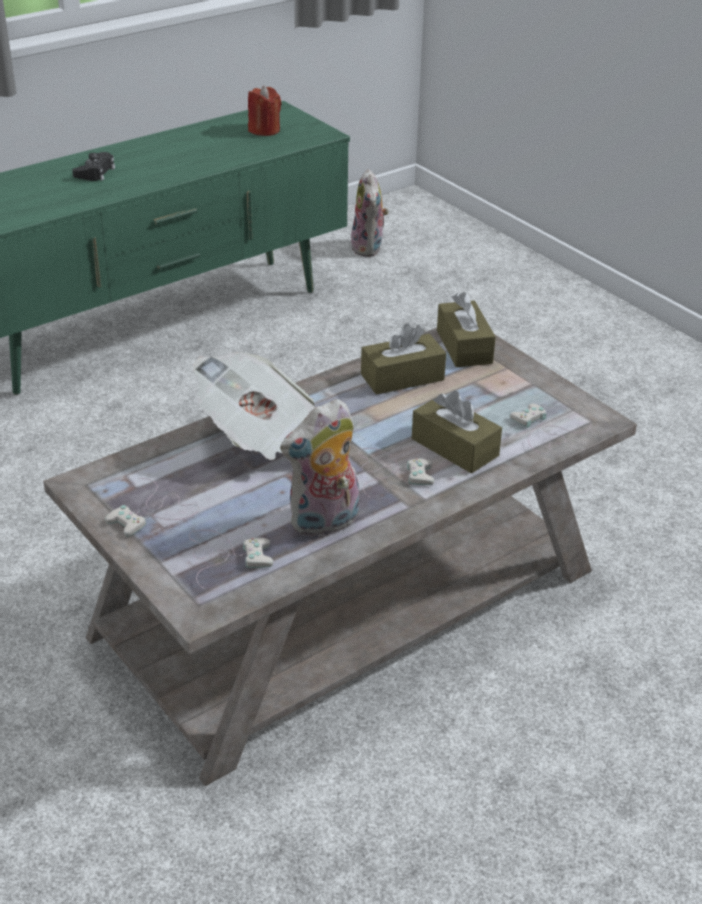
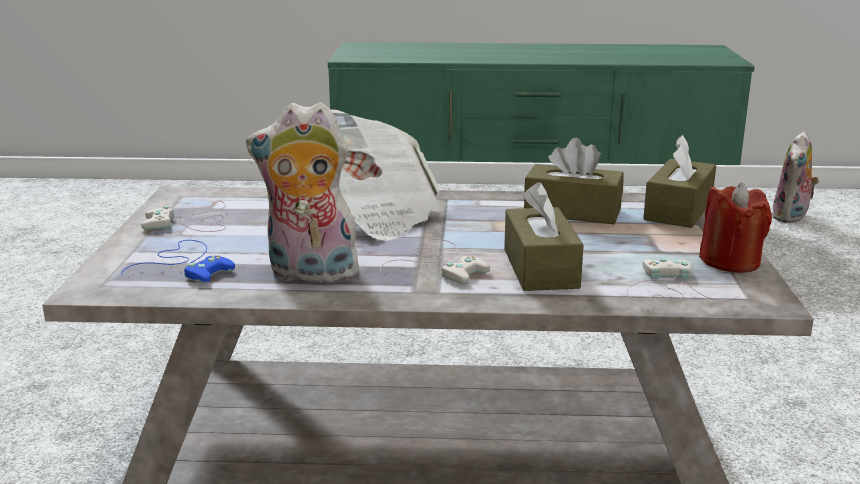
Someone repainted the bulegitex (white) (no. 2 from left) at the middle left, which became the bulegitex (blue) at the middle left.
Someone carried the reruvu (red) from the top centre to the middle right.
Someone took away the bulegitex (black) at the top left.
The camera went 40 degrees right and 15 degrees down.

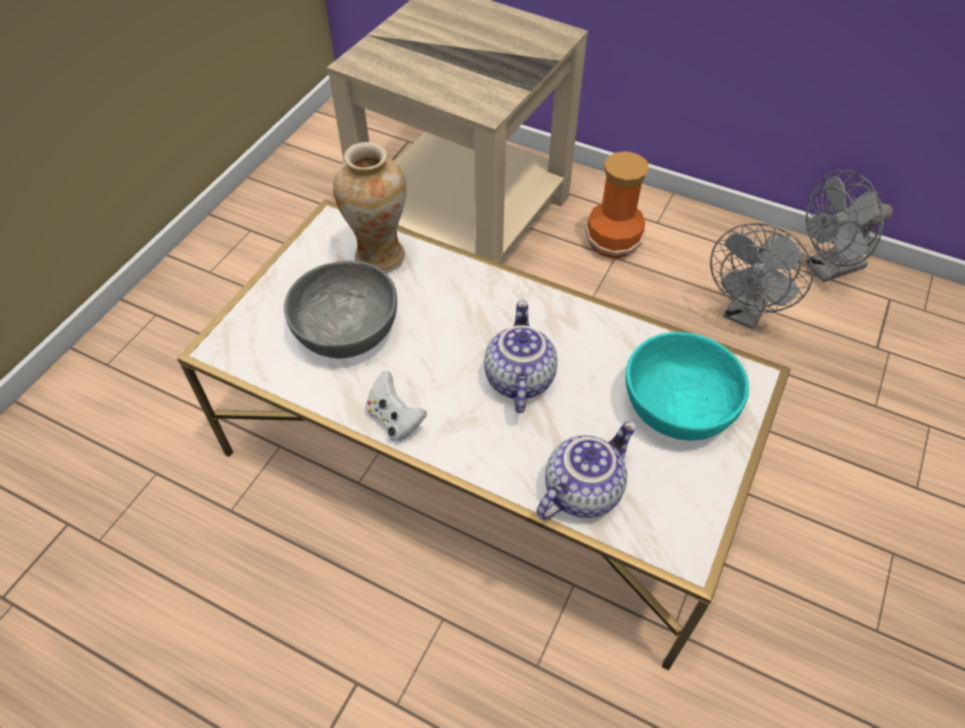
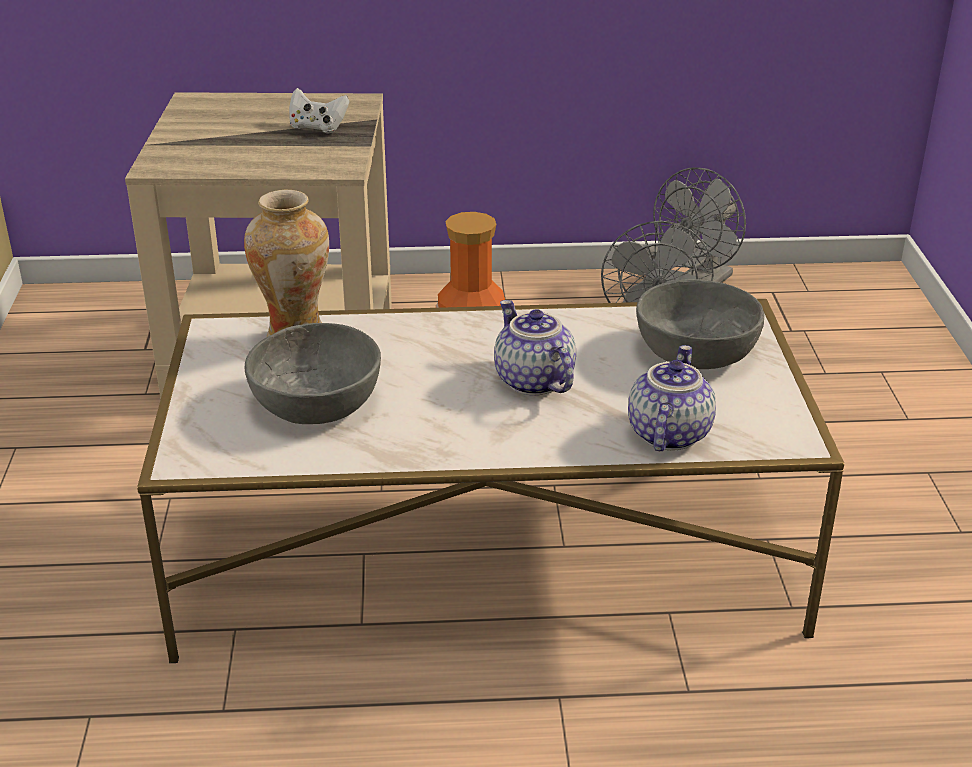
Someone carried the bulegitex (white) from the centre to the top left.
Someone repainted the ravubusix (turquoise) at the middle right, which became the ravubusix (grey) (no. 2 from left) at the middle right.
The camera went 30 degrees left and 20 degrees down.

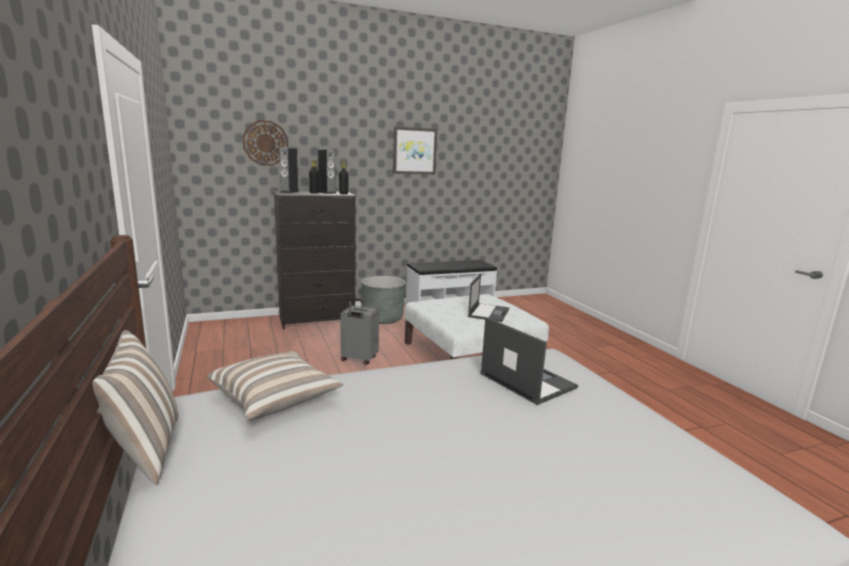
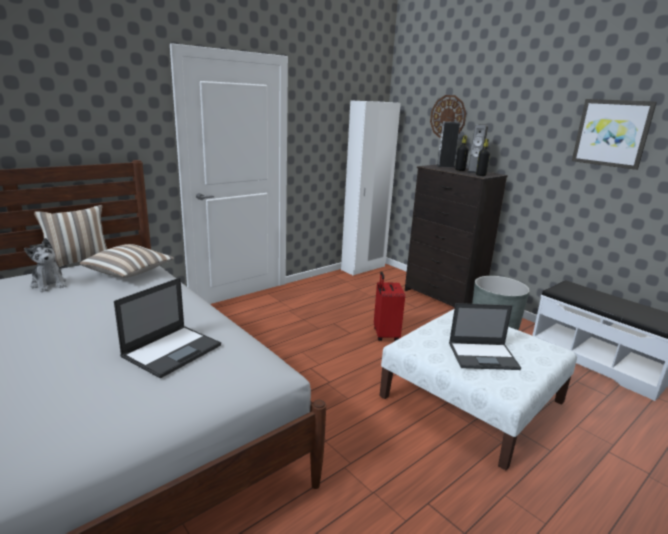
Someone put down the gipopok at the middle left.
Someone put down the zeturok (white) at the centre.
Someone repainted the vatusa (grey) at the centre, which became the vatusa (red) at the centre.
The camera went 70 degrees right and 5 degrees up.

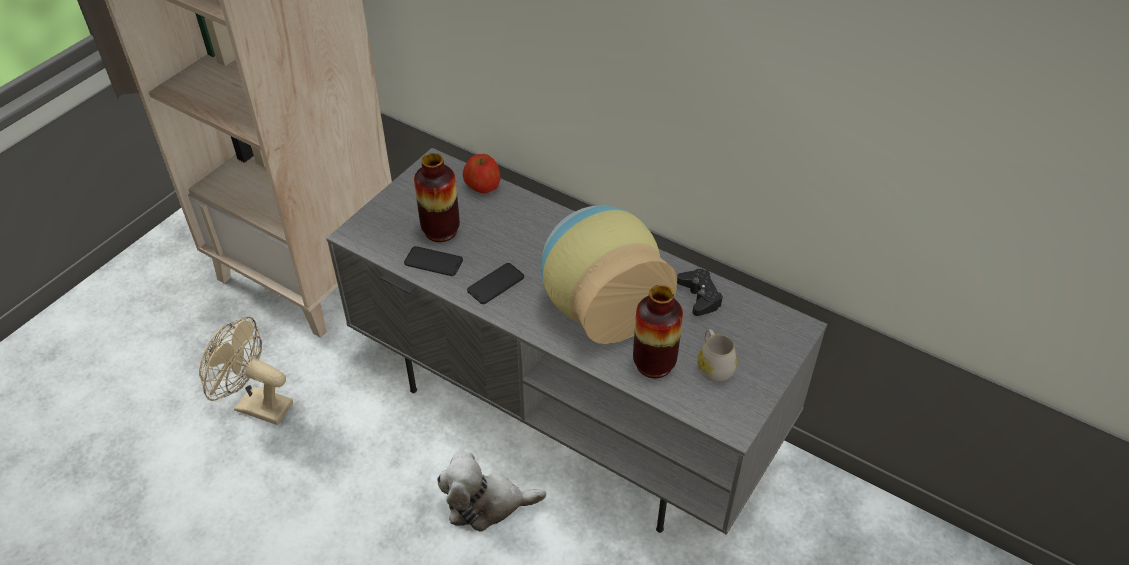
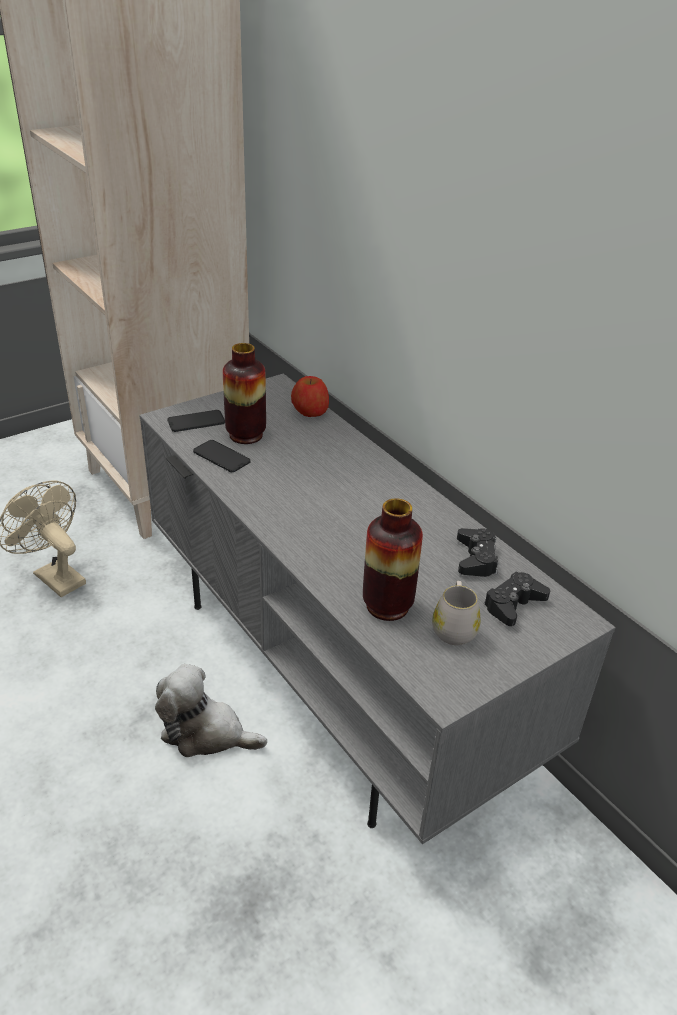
Someone carried the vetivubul (no. 2 from left in the first image) from the centre to the middle left.
Someone put down the bulegitex (black) (no. 2 from left) at the middle right.
Someone took away the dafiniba (no. 2 from left) at the centre.
The camera went 20 degrees right and 10 degrees down.

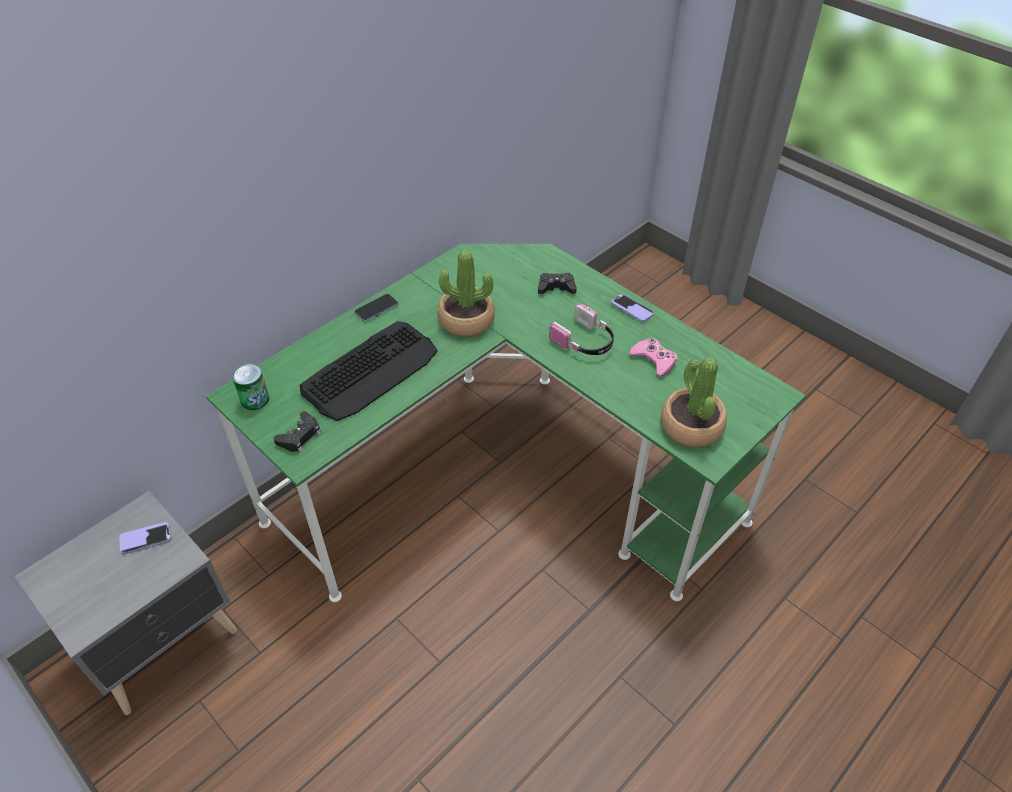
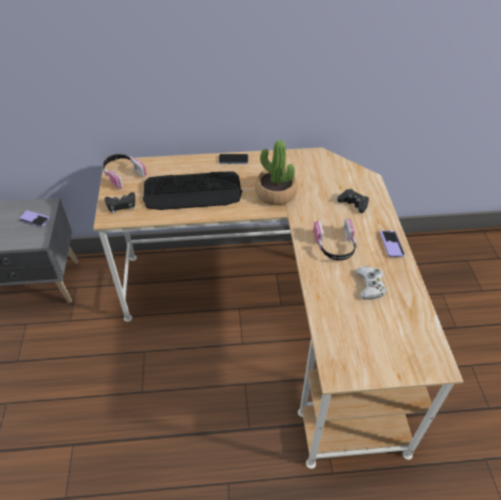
Someone repainted the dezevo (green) at the centre, which became the dezevo (beige) at the centre.
Someone swapped the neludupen at the middle left for the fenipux (no. 1 from left) at the middle left.
Someone repainted the bulegitex (pink) at the centre, which became the bulegitex (white) at the middle right.
Someone took away the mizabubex (no. 2 from left) at the middle right.
The camera went 40 degrees right and 0 degrees up.

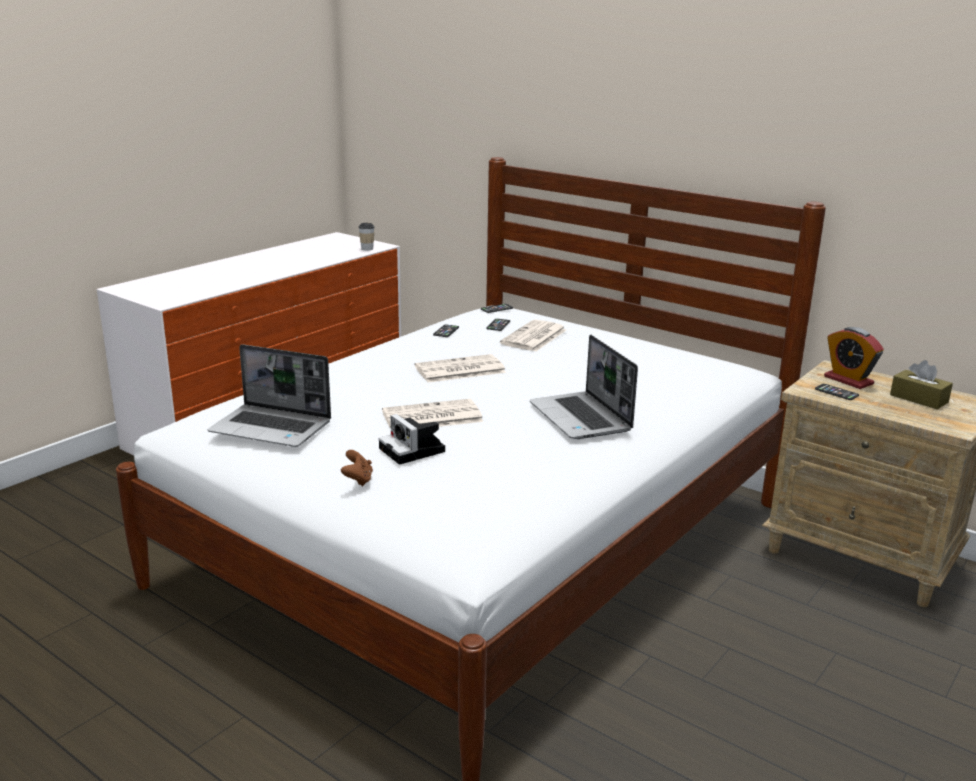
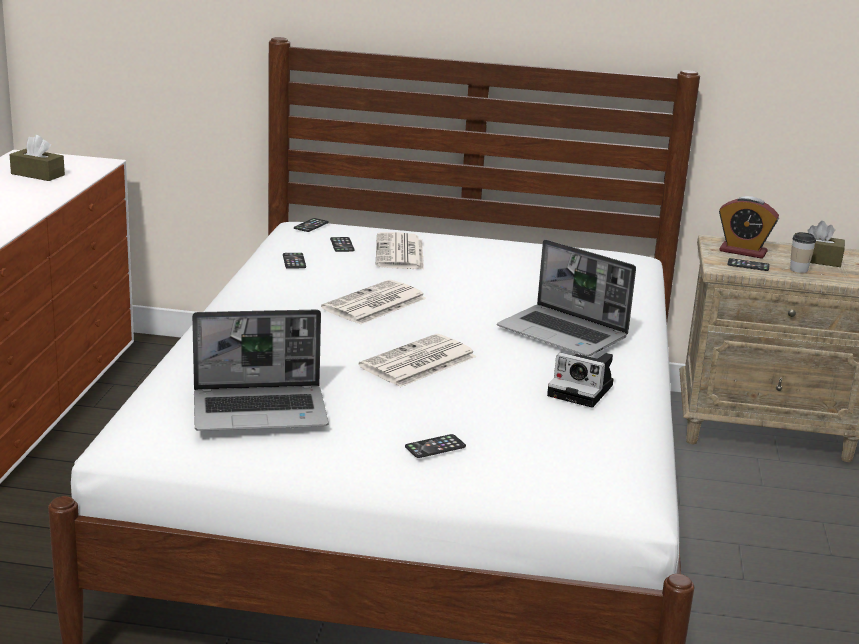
Someone put down the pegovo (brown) (no. 1 from left) at the top left.
Someone swapped the bulegitex (brown) at the centre for the vetivubul (no. 4 from left) at the bottom centre.
Someone carried the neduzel from the centre to the middle right.
Someone carried the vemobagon from the top centre to the middle right.
The camera went 30 degrees left and 0 degrees up.

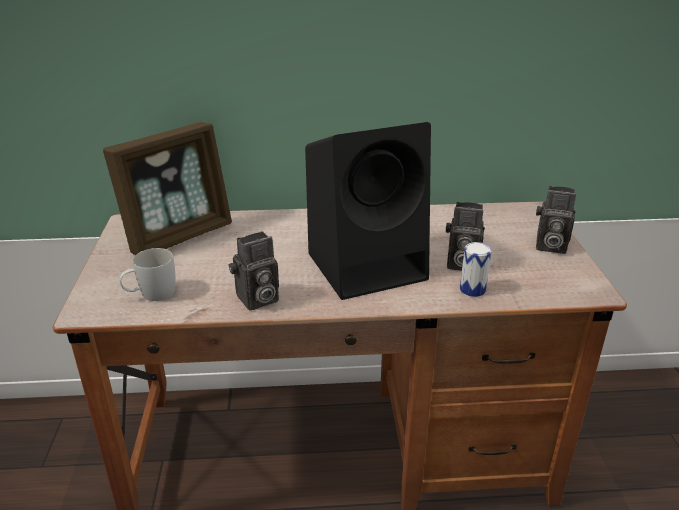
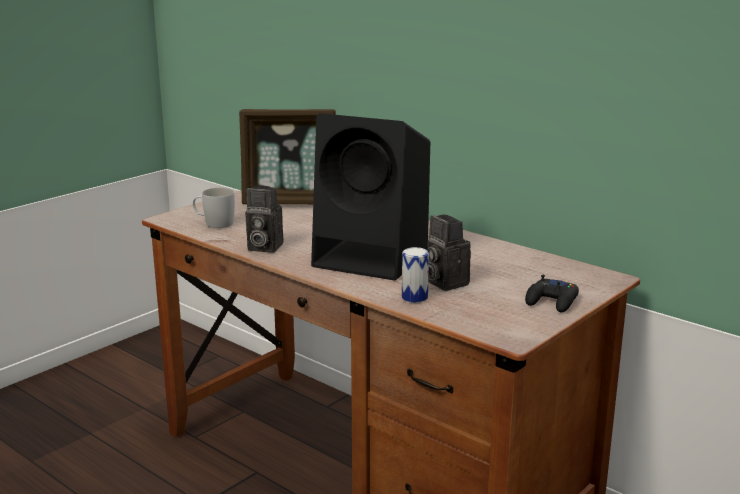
Someone swapped the neduzel (no. 3 from left) at the middle right for the bulegitex (black) at the middle right.
The camera went 45 degrees right and 10 degrees down.

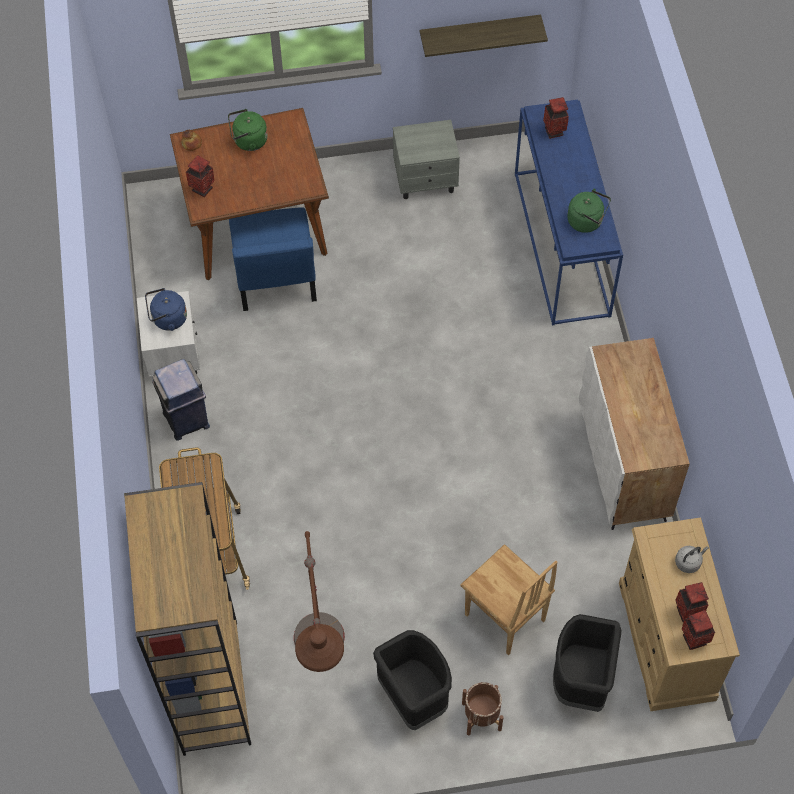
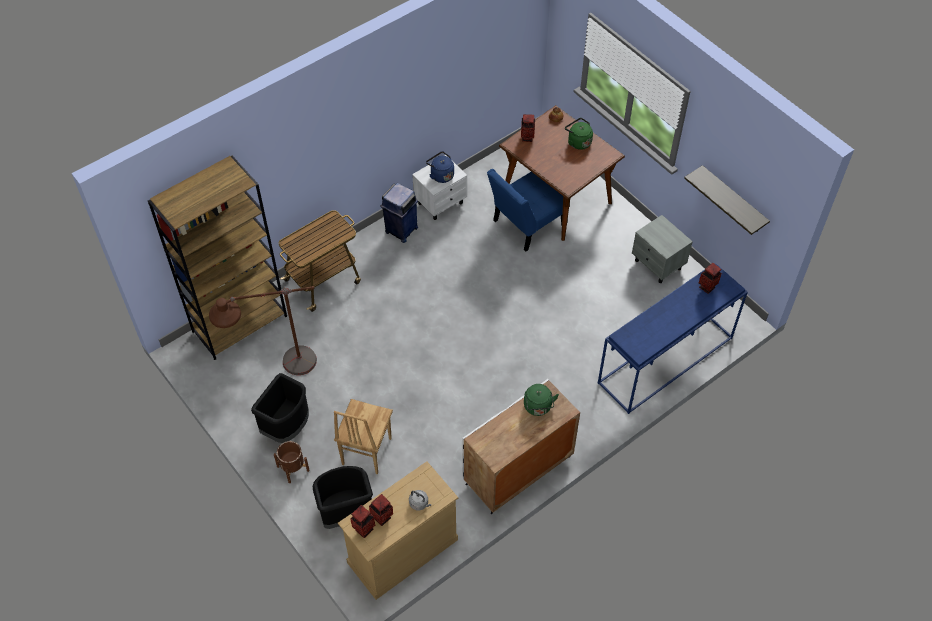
Someone carried the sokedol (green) (no. 2 from left in the first image) from the top right to the centre.
The camera went 60 degrees right and 5 degrees down.

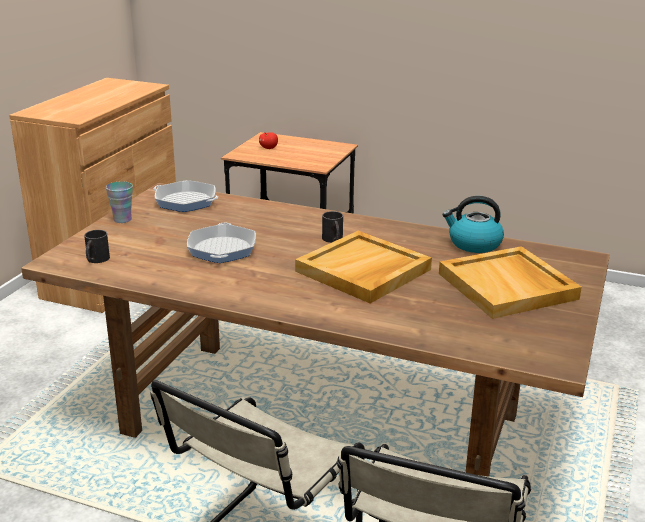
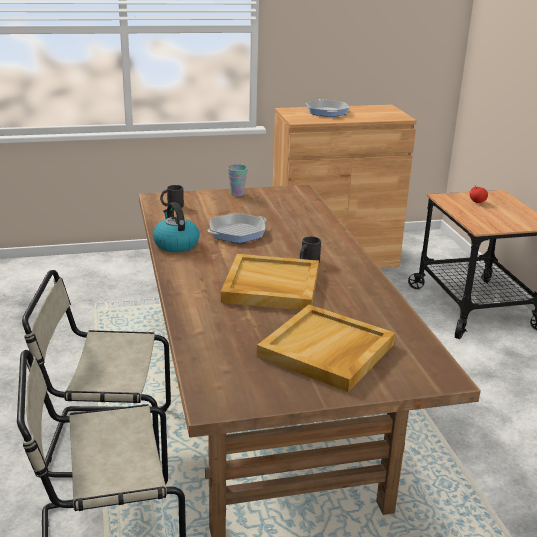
Someone carried the sokedol from the middle right to the middle left.
Someone carried the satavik (no. 1 from left in the first image) from the middle left to the top centre.
The camera went 55 degrees right and 0 degrees up.

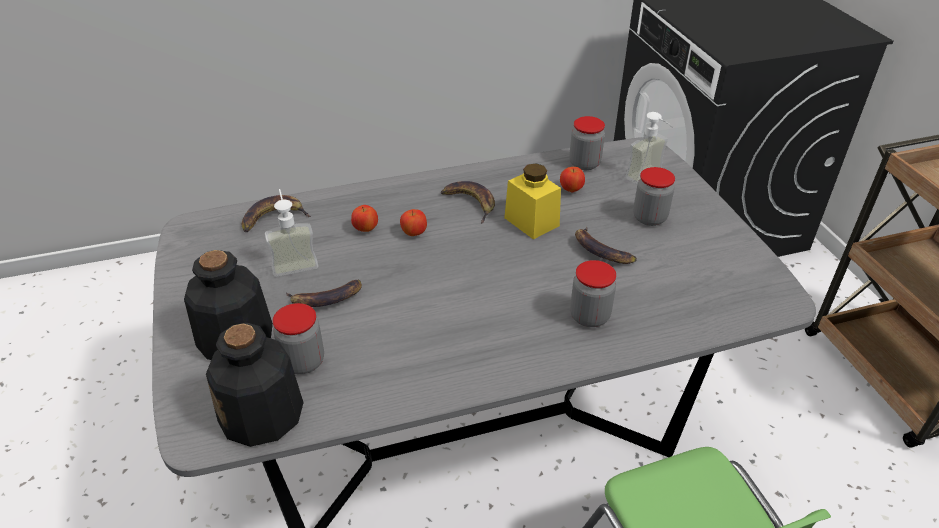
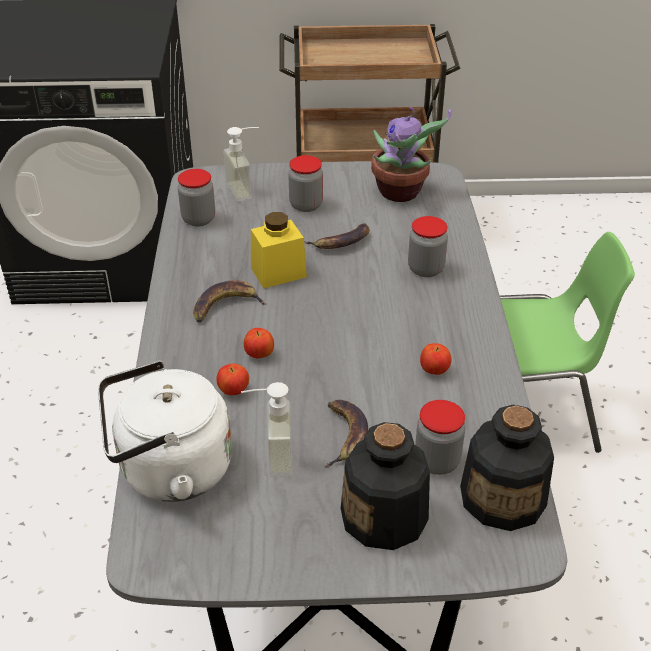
Someone swapped the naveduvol (no. 1 from left) at the middle left for the sokedol (white) at the middle left.
Someone put down the mizabubex at the top centre.
Someone carried the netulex (no. 3 from left) from the centre to the middle right.
The camera went 75 degrees left and 0 degrees up.

